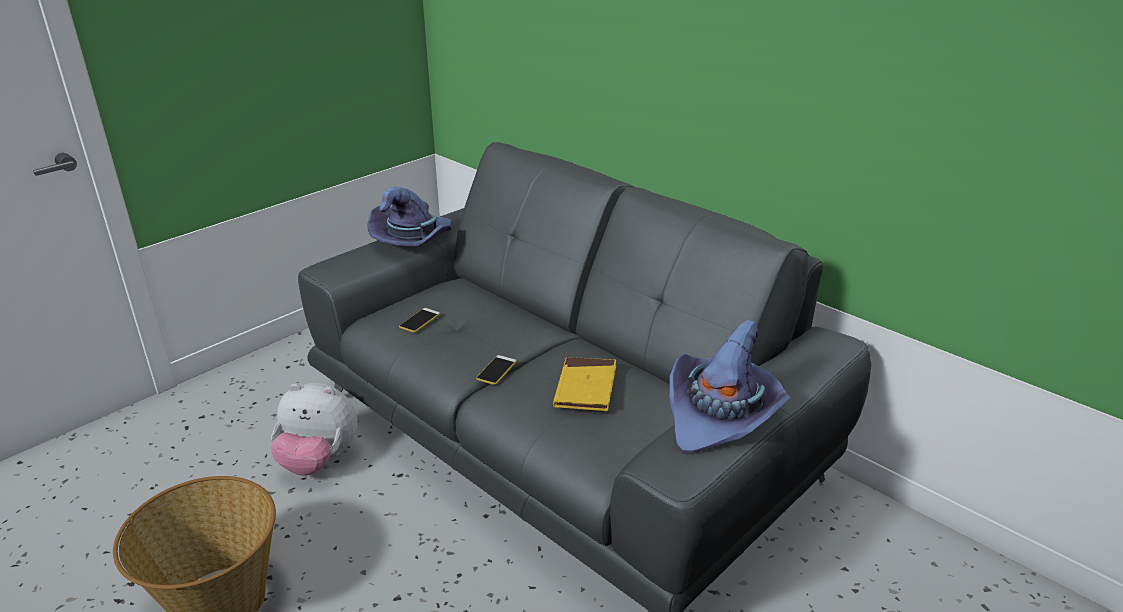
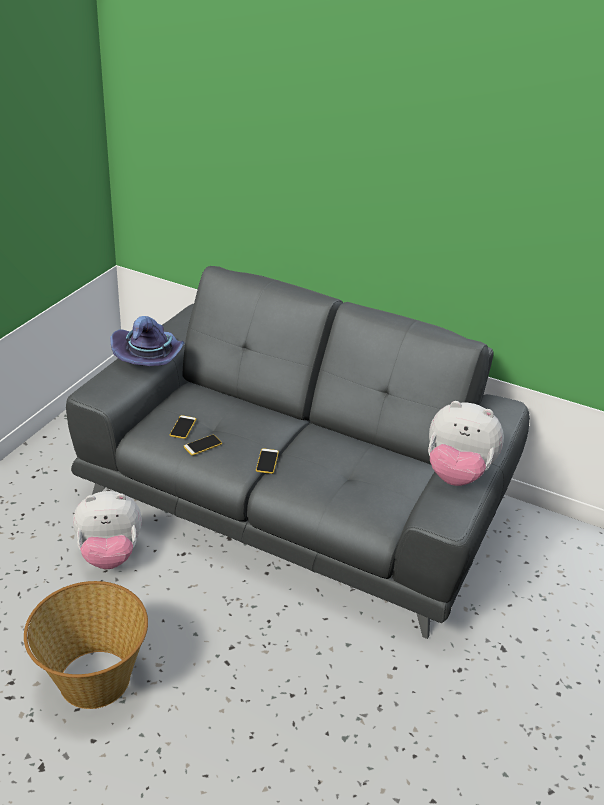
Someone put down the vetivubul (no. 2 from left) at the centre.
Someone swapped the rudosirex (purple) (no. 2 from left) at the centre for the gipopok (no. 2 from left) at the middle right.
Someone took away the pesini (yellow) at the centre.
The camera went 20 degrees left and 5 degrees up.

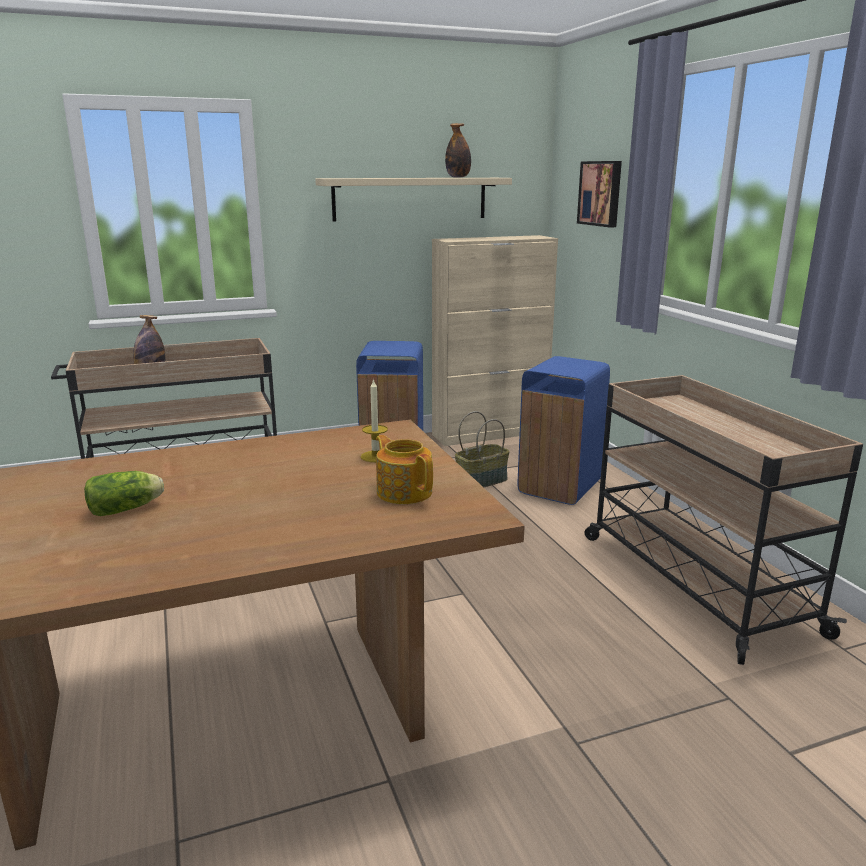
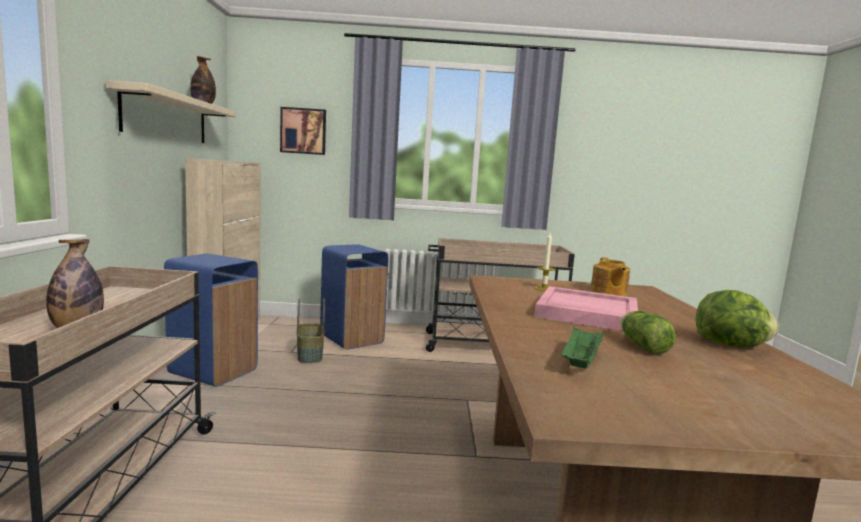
Someone put down the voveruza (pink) at the middle right.
Someone put down the voveruza (green) at the middle right.
Someone rotated the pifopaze at the centre by 75 degrees counterclockwise.
Someone put down the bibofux (no. 2 from left) at the middle right.
The camera went 70 degrees left and 10 degrees down.

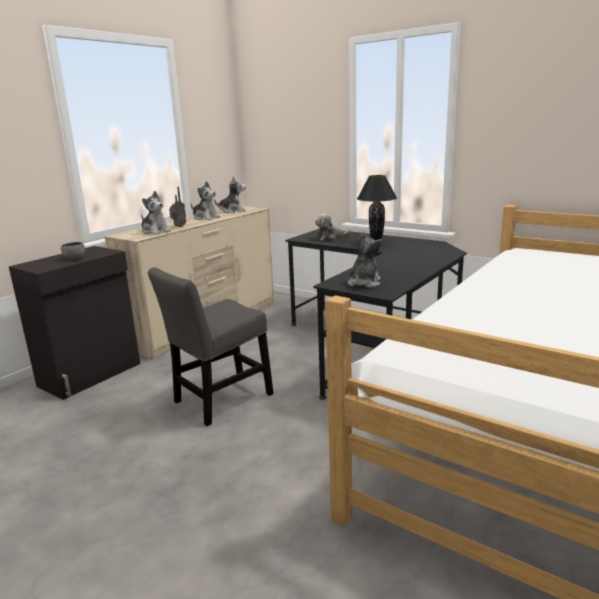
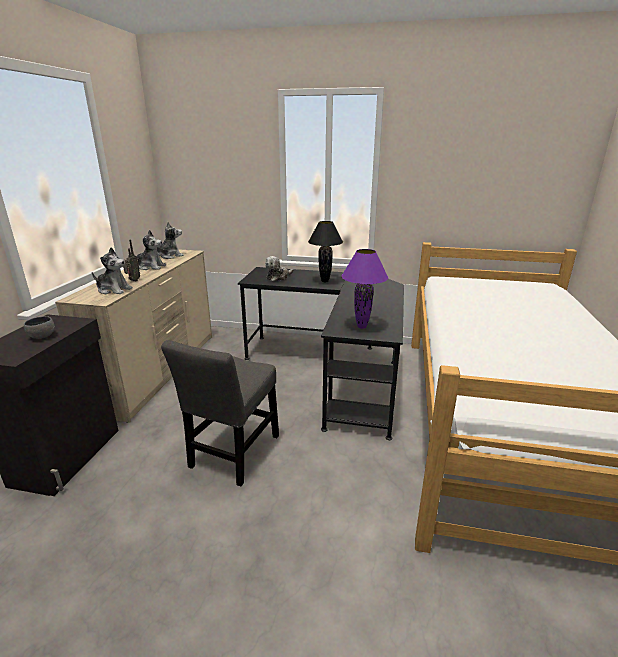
Someone swapped the gipopok (no. 5 from left) at the centre for the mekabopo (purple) at the centre.
The camera went 25 degrees left and 5 degrees up.

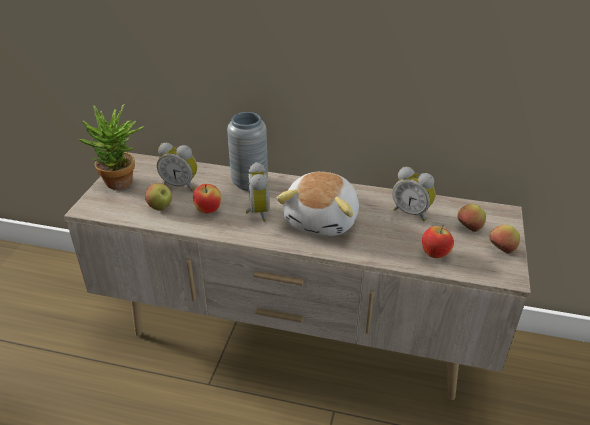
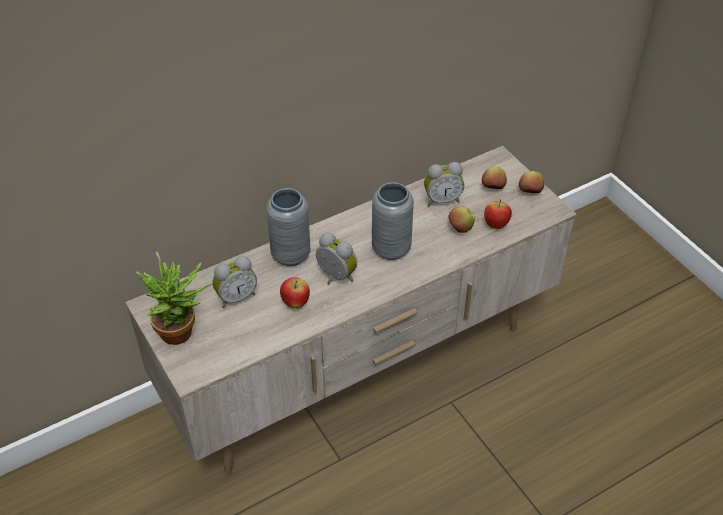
Someone swapped the gipopok at the centre for the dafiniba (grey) (no. 2 from left) at the centre.
Someone carried the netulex (no. 1 from left in the first image) from the middle left to the centre.
The camera went 45 degrees left and 10 degrees up.

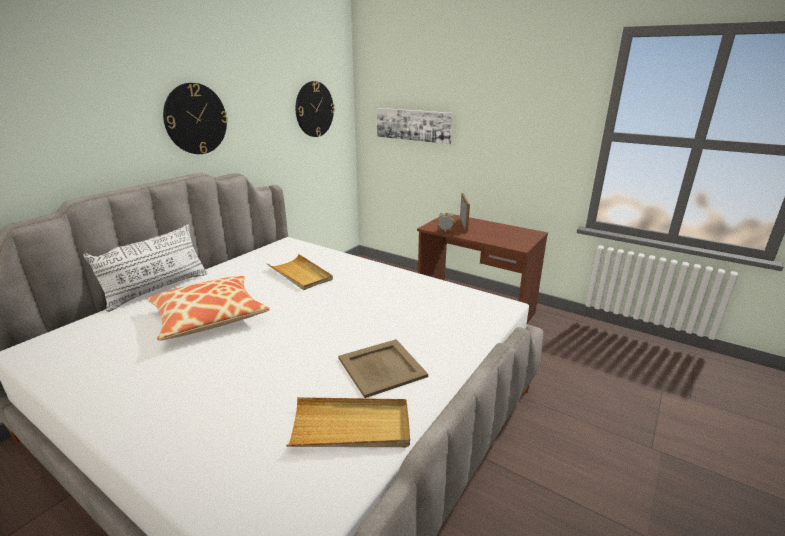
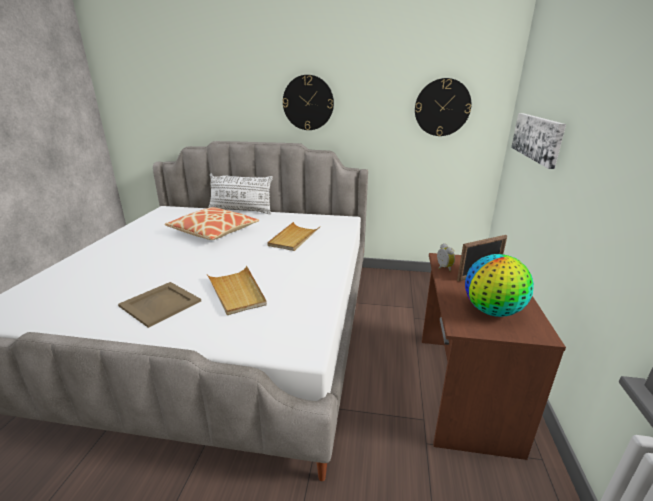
Someone carried the voveruza (beige) (no. 2 from left) from the bottom centre to the centre.
Someone put down the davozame at the middle right.
The camera went 65 degrees right and 0 degrees up.

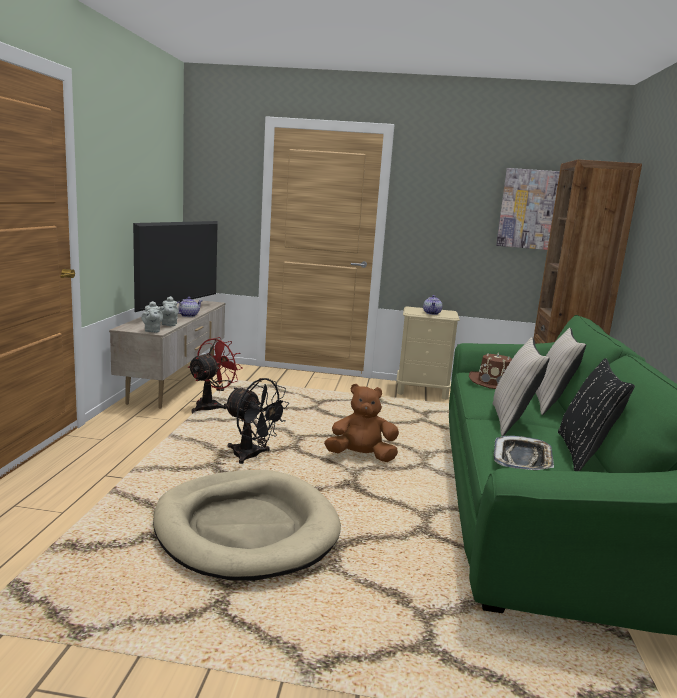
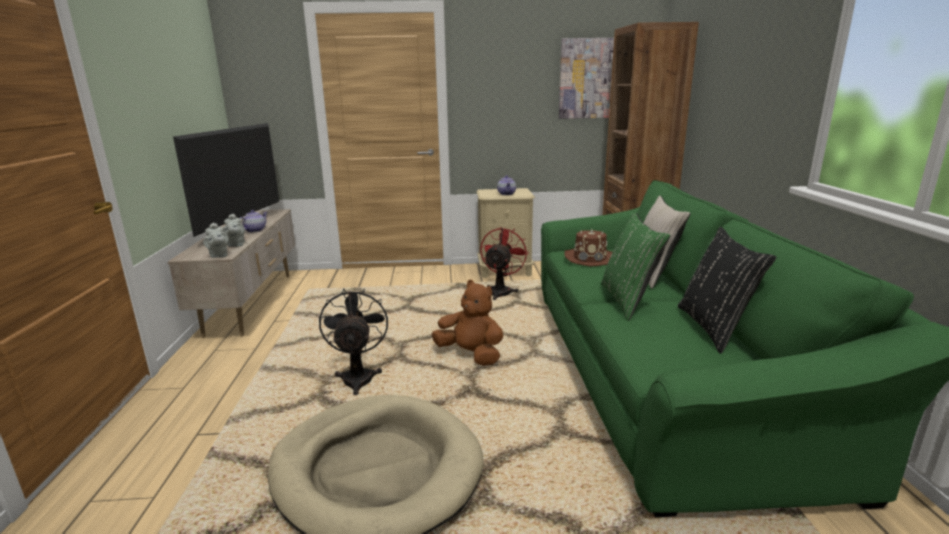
Someone rotated the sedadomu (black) at the centre by 120 degrees counterclockwise.
Someone rotated the gipopok (brown) at the centre by 45 degrees clockwise.
Someone carried the sedadomu (red) from the middle left to the centre.
Someone repainted the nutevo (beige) (no. 1 from left) at the middle right, which became the nutevo (green) at the middle right.
Someone took away the voveruza at the middle right.
The camera went 10 degrees left and 5 degrees up.

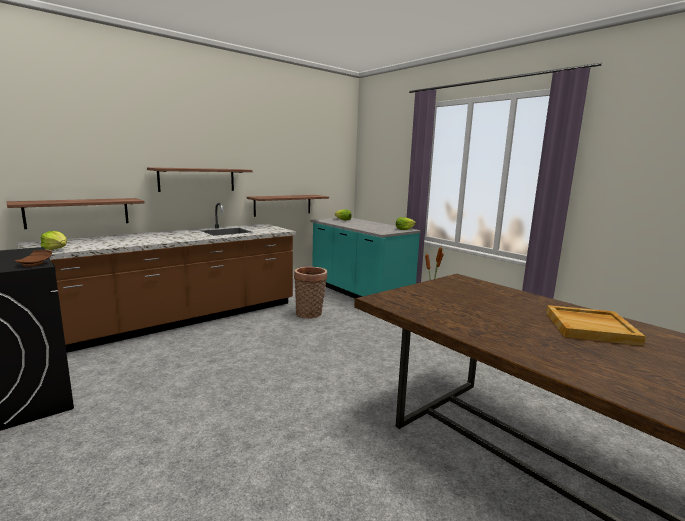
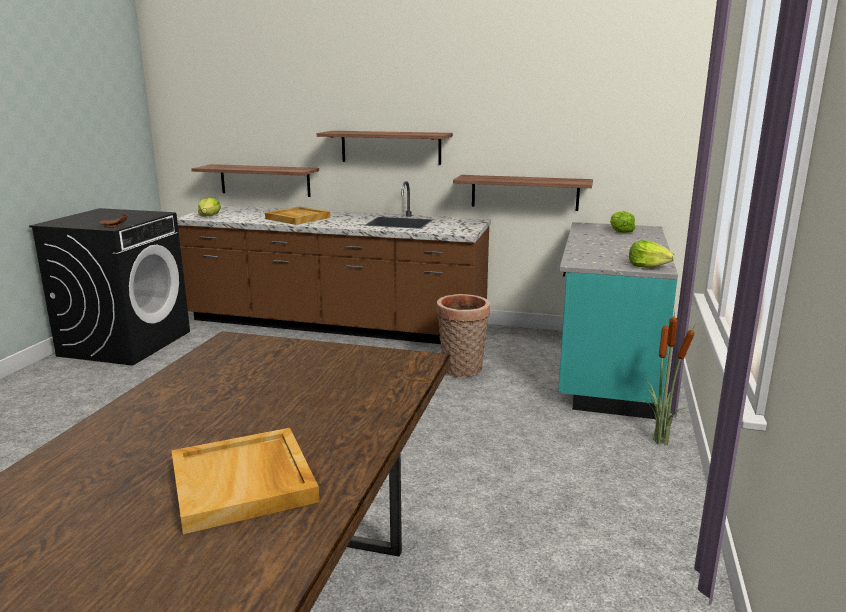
Someone put down the voveruza (beige) (no. 2 from left) at the centre.
The camera went 55 degrees right and 5 degrees up.

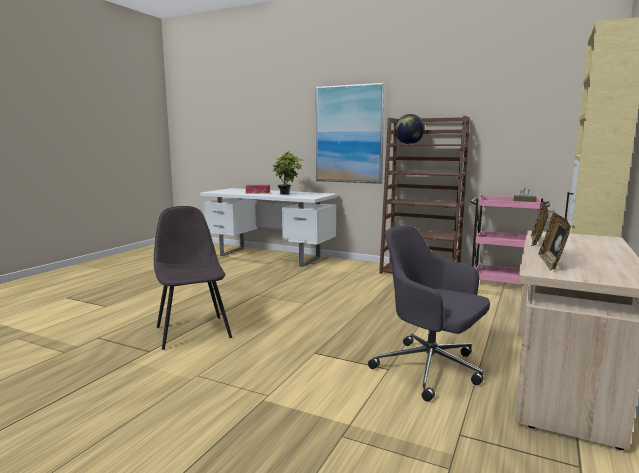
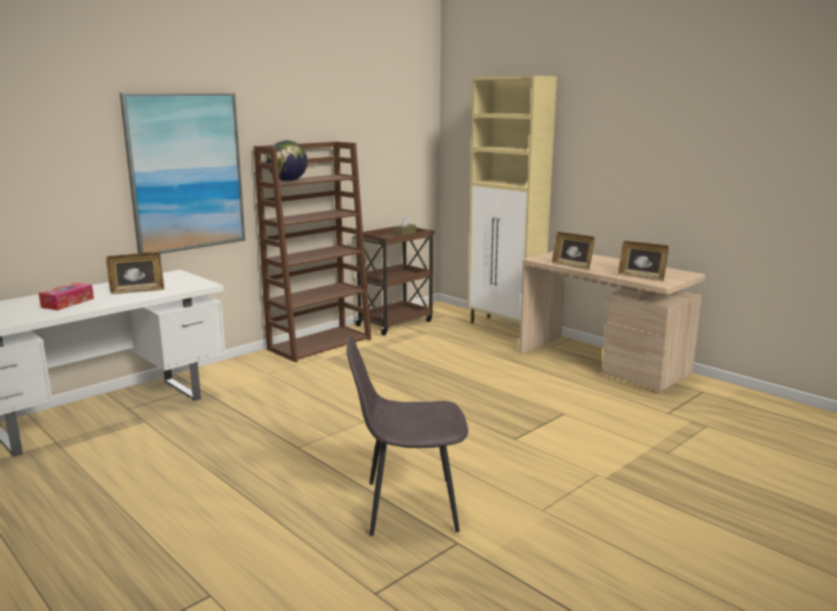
Someone swapped the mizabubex at the centre for the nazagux (no. 1 from left) at the middle left.
Someone repainted the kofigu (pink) at the middle right, which became the kofigu (brown) at the centre.
Someone took away the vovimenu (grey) at the middle right.
The camera went 70 degrees left and 5 degrees up.

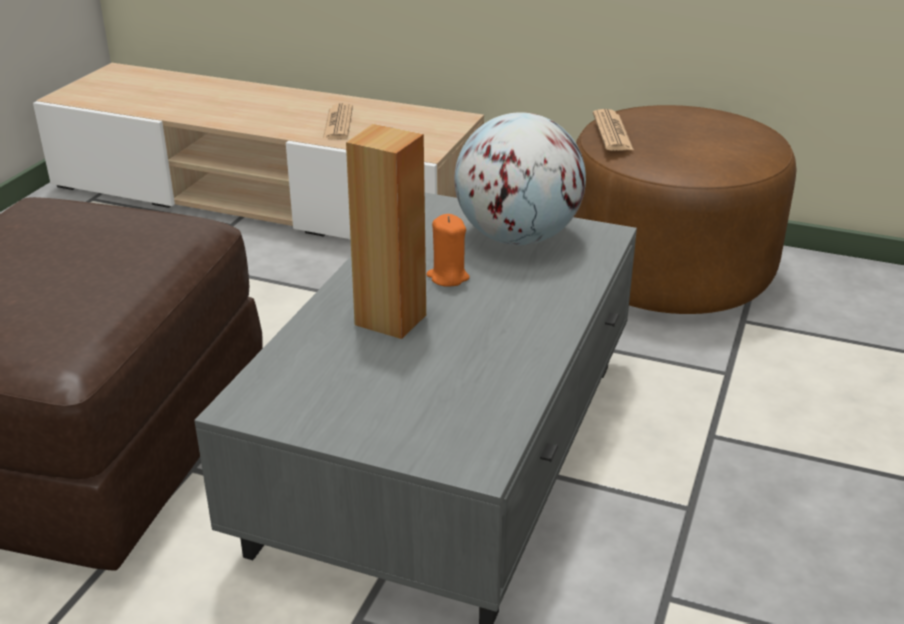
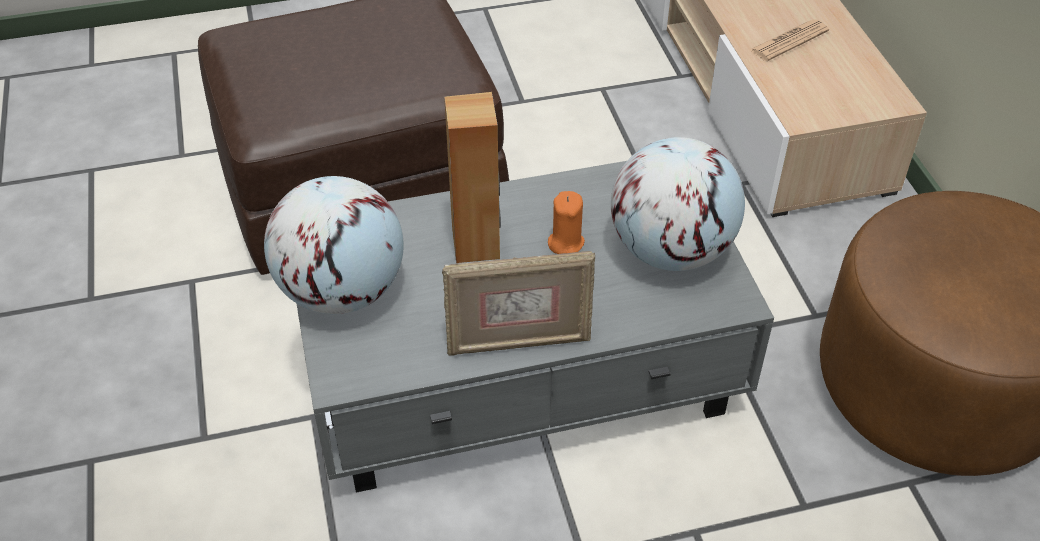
Someone put down the davozame (no. 1 from left) at the middle left.
Someone put down the nazagux at the centre.
Someone took away the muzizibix (no. 2 from left) at the top right.
The camera went 55 degrees right and 15 degrees up.

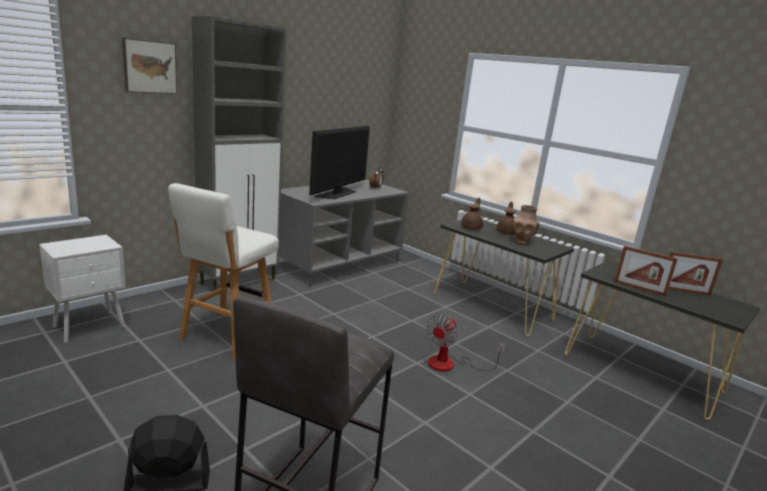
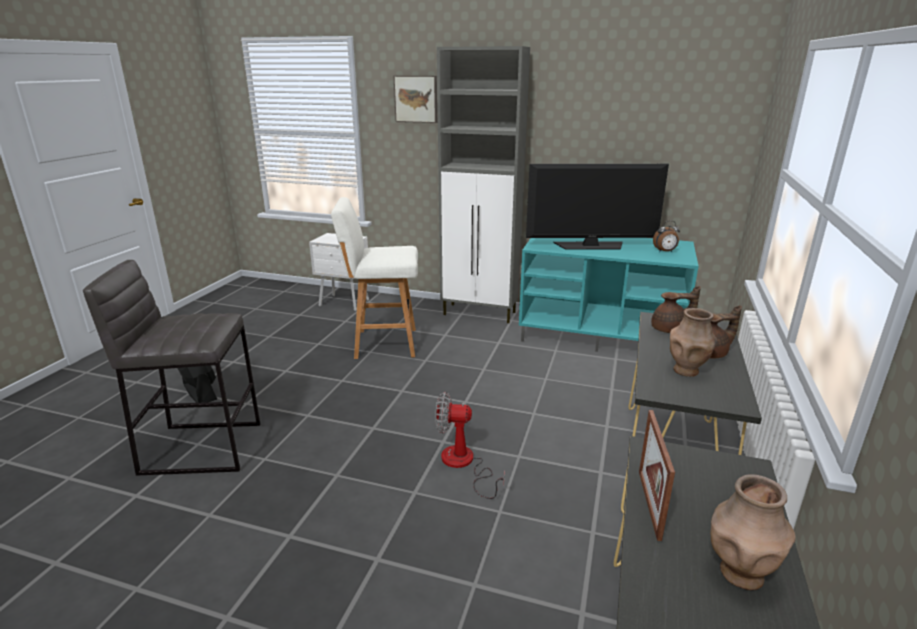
Someone repainted the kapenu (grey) at the centre, which became the kapenu (turquoise) at the centre.
Someone swapped the nazagux (no. 2 from left) at the middle right for the dafiniba (brown) (no. 2 from left) at the bottom right.
The camera went 65 degrees right and 5 degrees up.

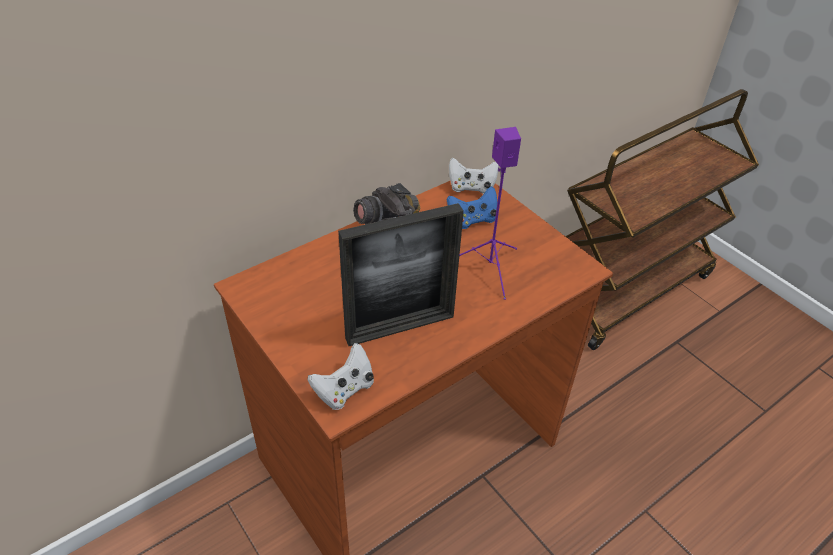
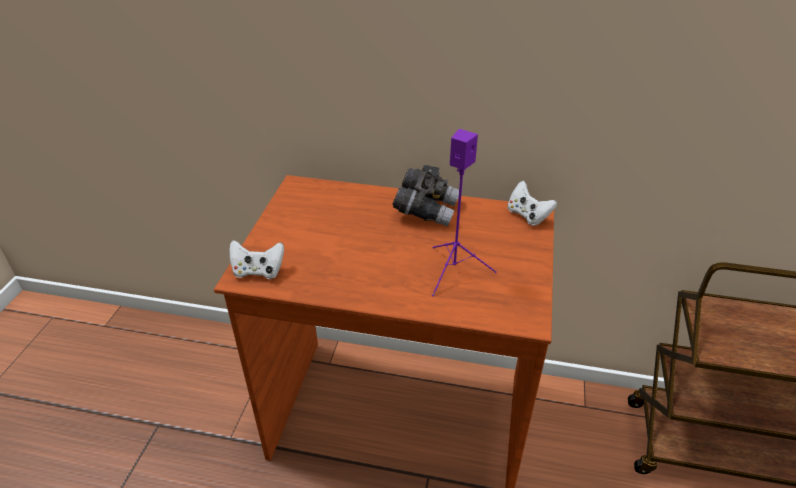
Someone took away the nazagux at the centre.
Someone took away the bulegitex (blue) at the centre.
The camera went 50 degrees right and 5 degrees down.

